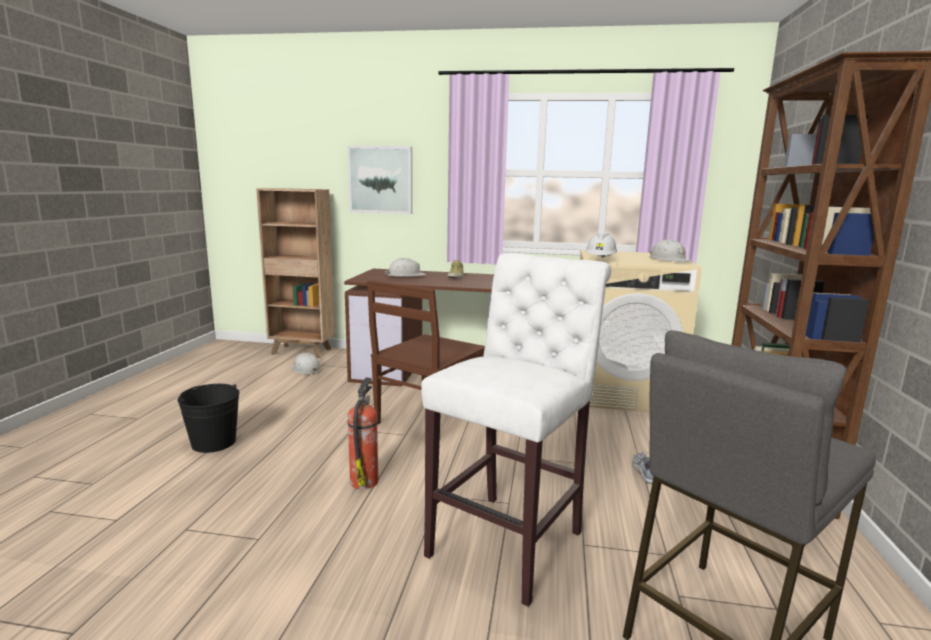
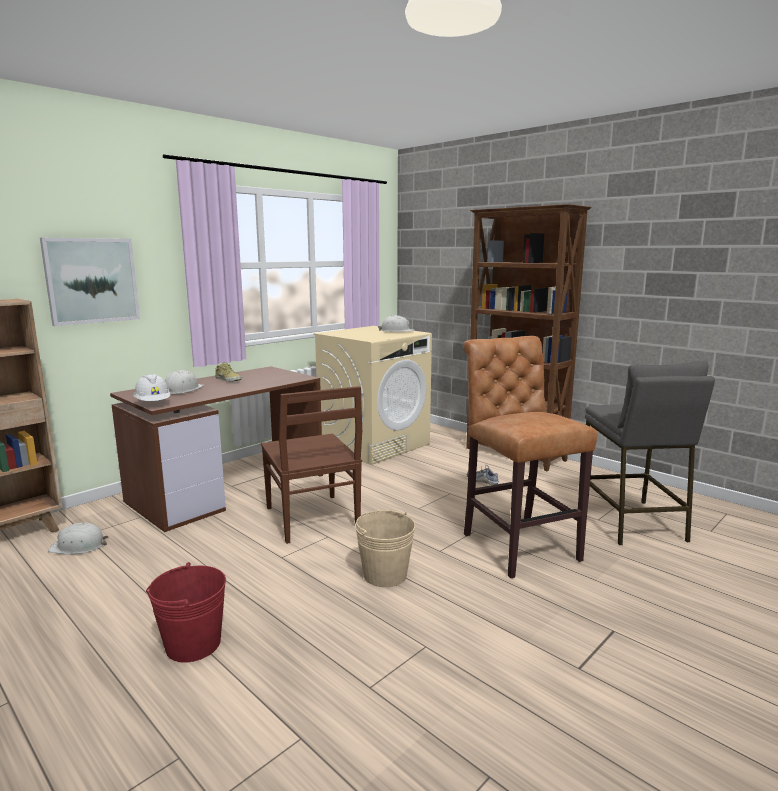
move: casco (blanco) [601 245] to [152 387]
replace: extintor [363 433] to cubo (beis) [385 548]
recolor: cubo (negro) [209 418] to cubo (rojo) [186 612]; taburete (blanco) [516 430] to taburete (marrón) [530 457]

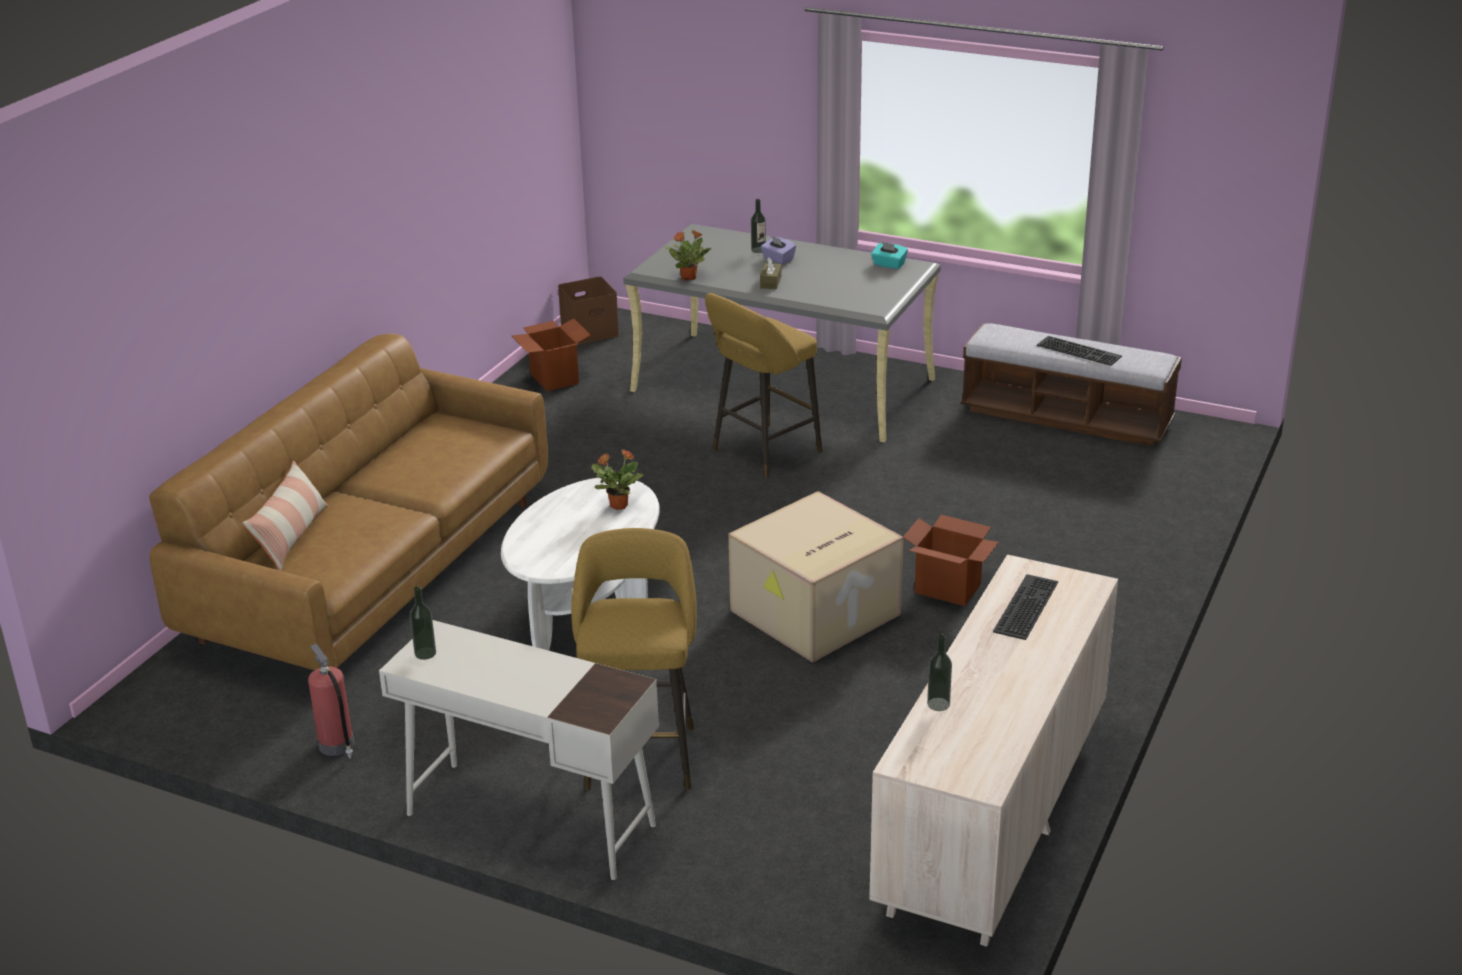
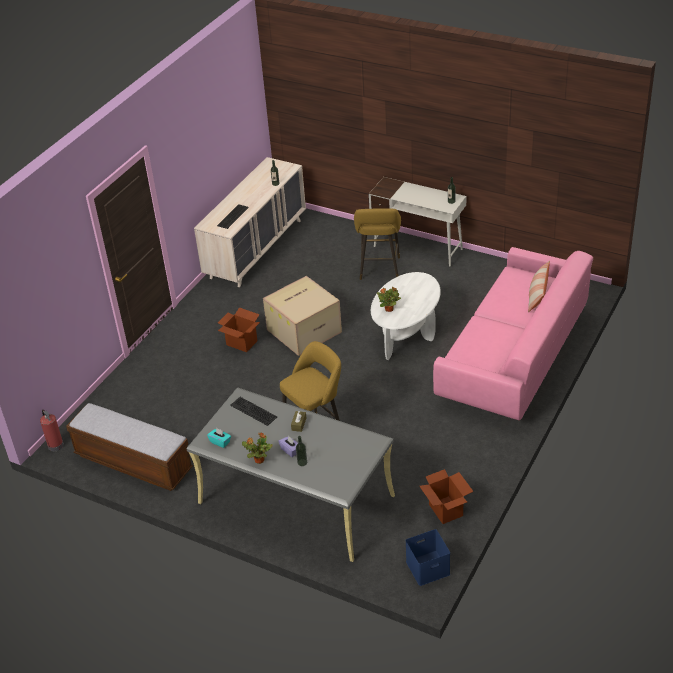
move: extintor [331 701] to [52 430]; teclado [1079 351] to [253 411]; planta en maceta [687 255] to [257 448]
recolor: caja de almacenaje (marrón) [588 310] to caja de almacenaje (azul) [427 557]; sofá (marrón) [348 502] to sofá (rosa) [513 334]

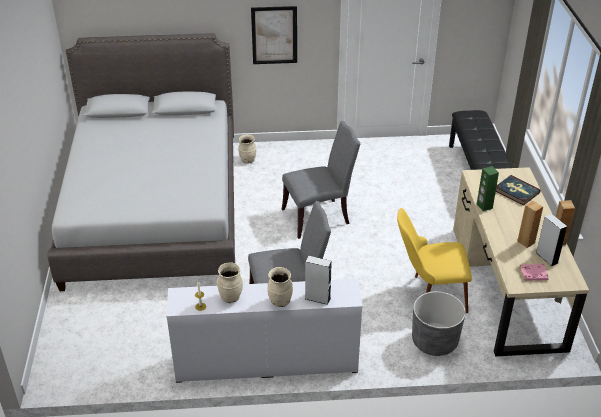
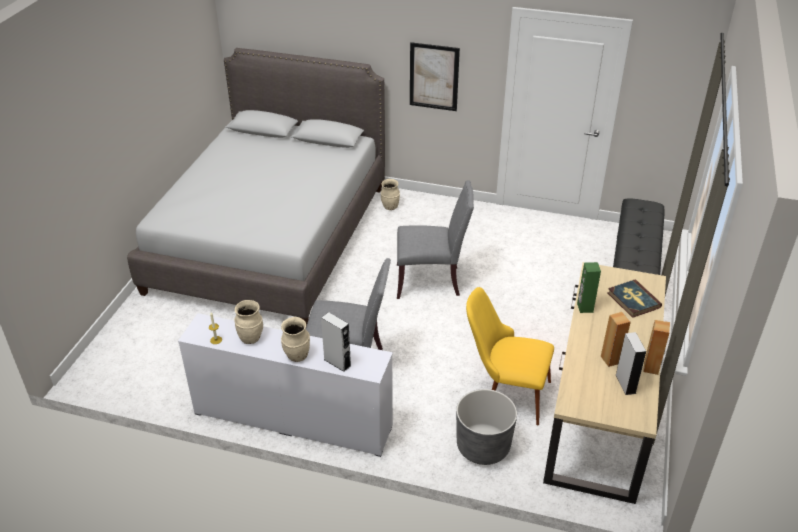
delete: libro (rosa) [534 272]

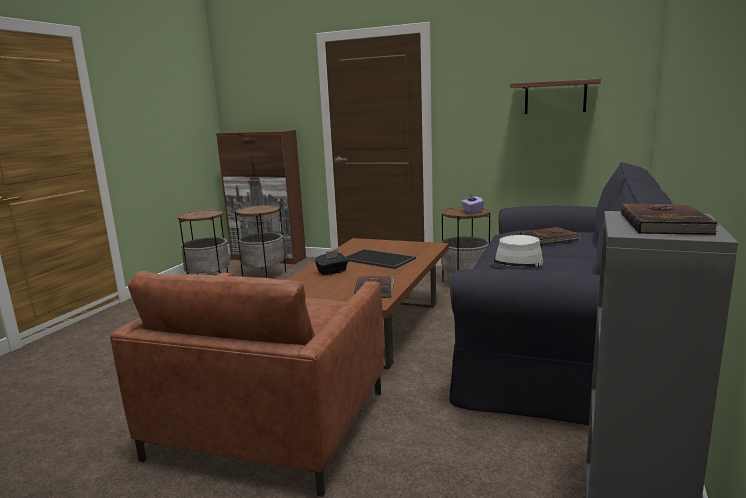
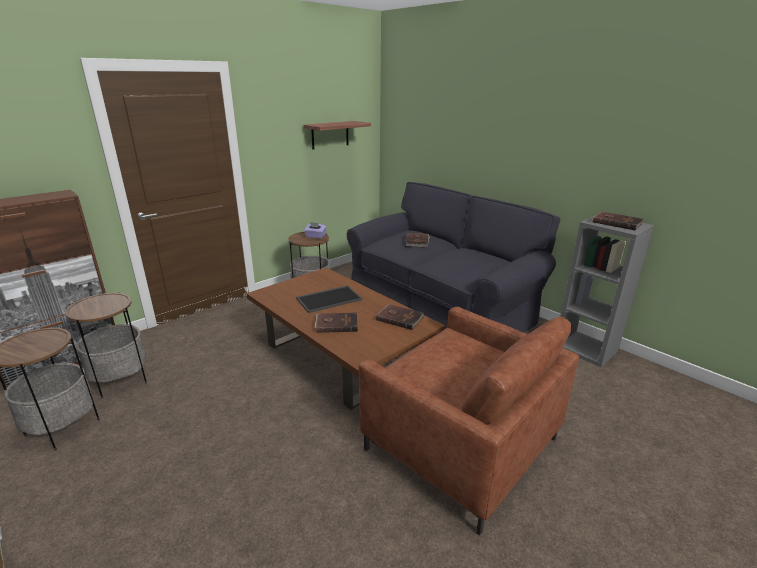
delete: sombrero (gris) [516 252]
replace: caja de pañuelos (negro) [331 263] to libro (marrón) [336 323]

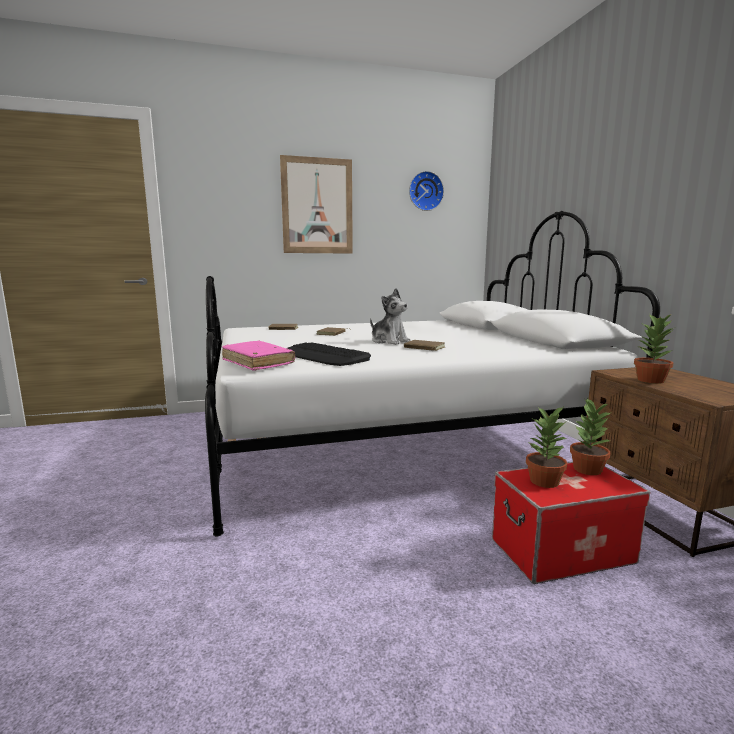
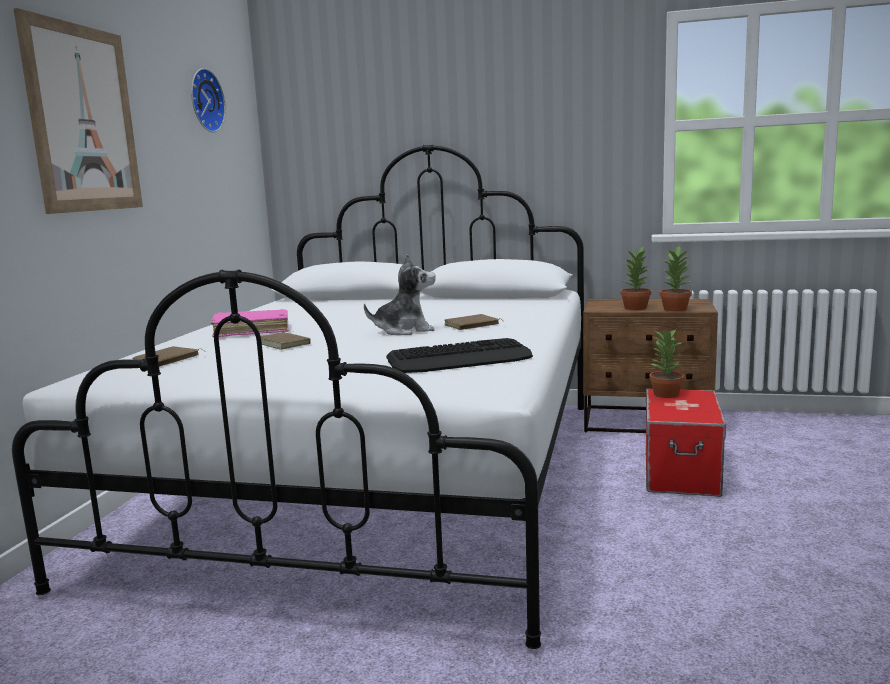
move: libro (rosa) [258 356] to [250 323]; planta en maceta [546 447] to [676 279]

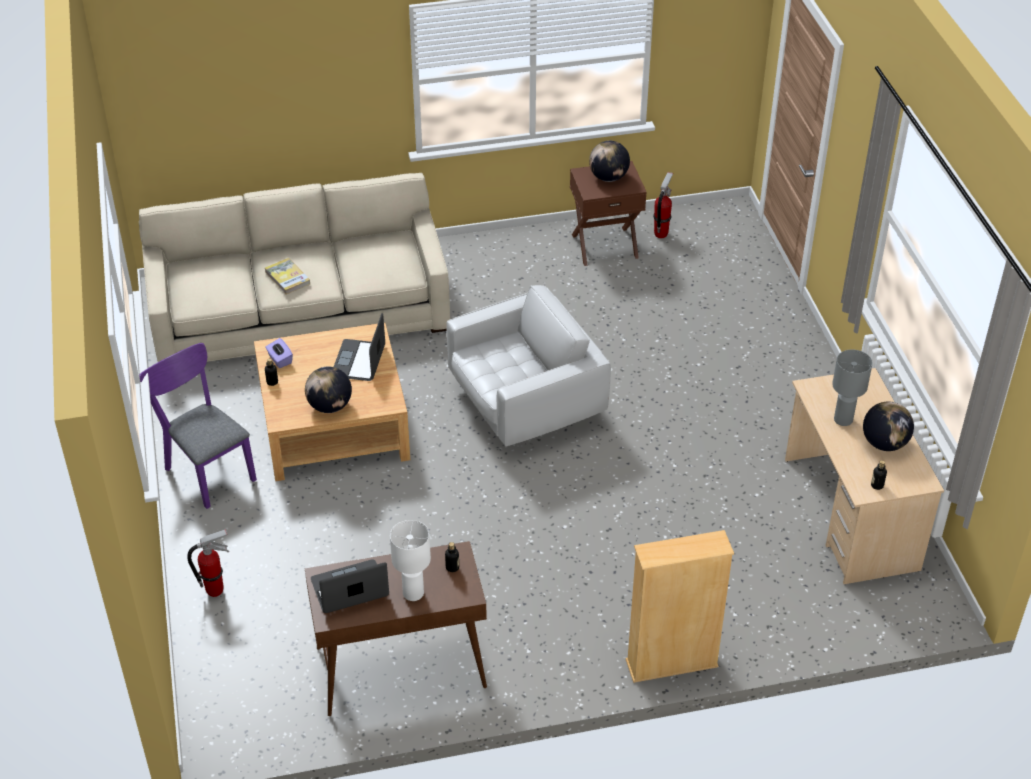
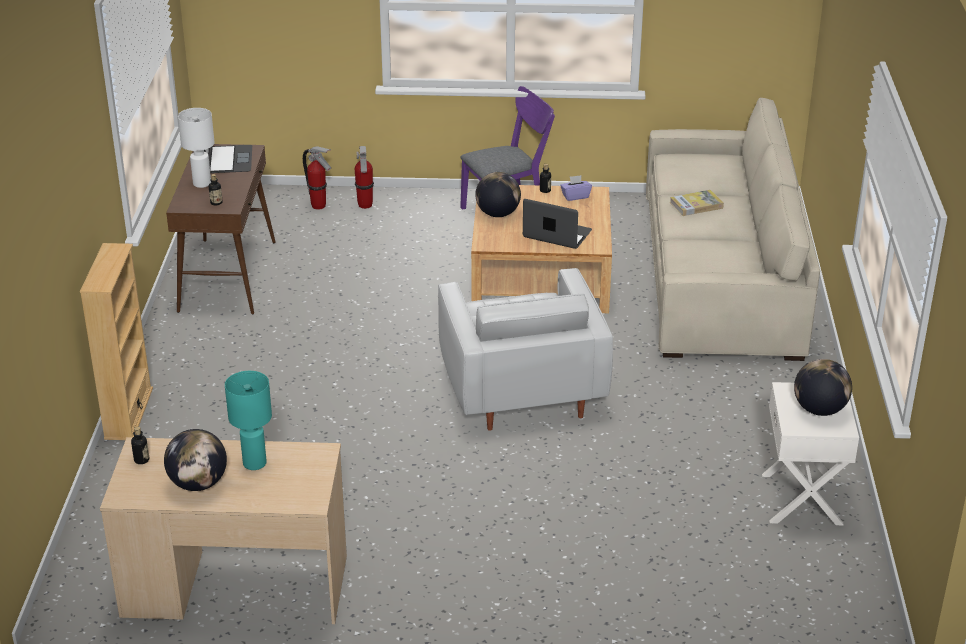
move: extintor [663 205] to [317 178]
recolor: lámpara de mesa (gris) [852 387] to lámpara de mesa (turquesa) [248 420]; mesita de noche (marrón) [608 213] to mesita de noche (blanco) [810 453]

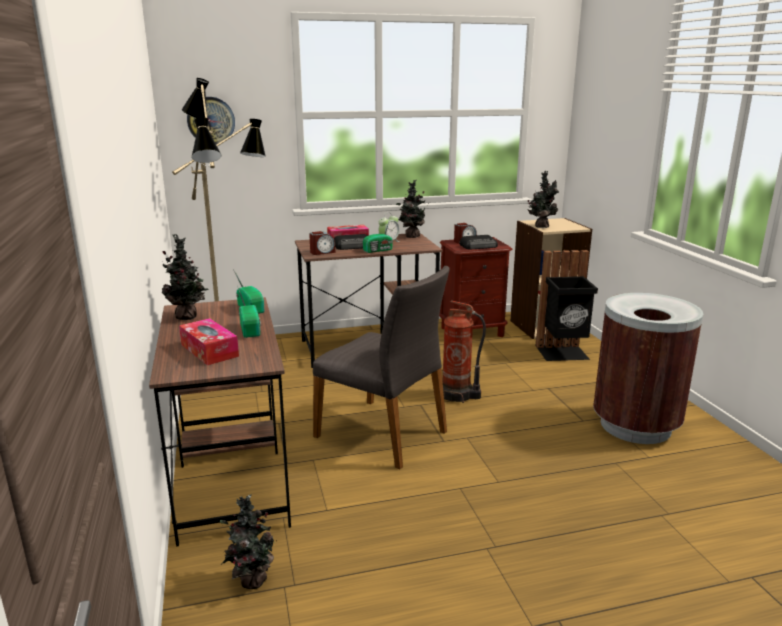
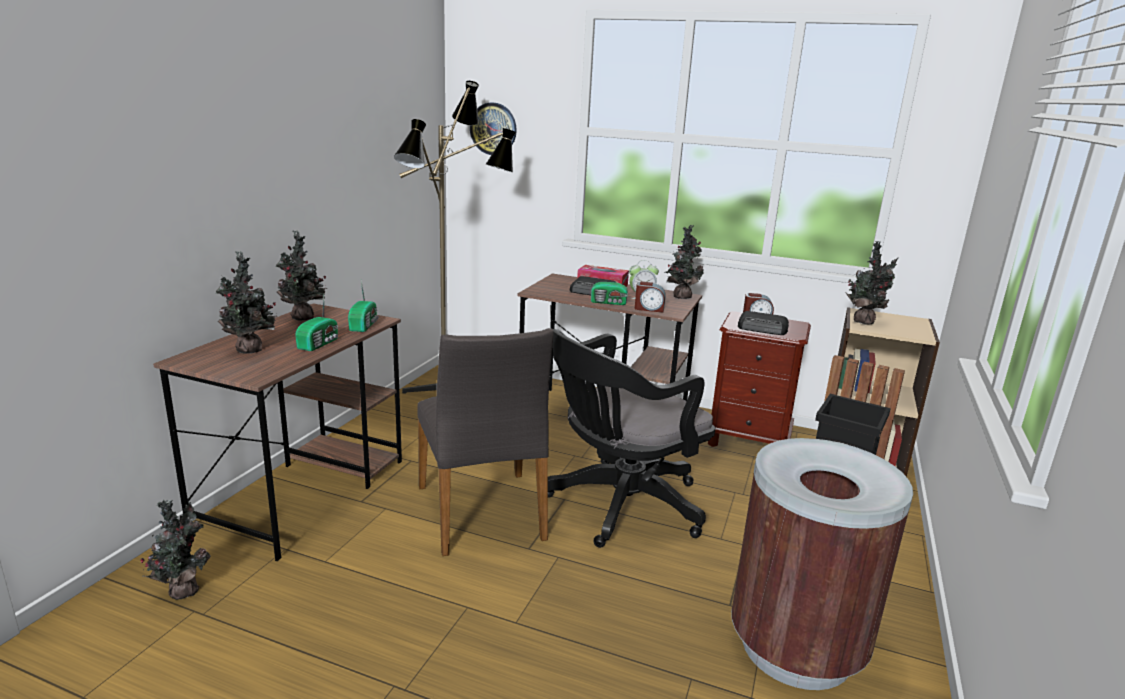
move: despertador [322 243] to [650 297]
replace: caja de pañuelos [209 341] to planta en maceta [247 302]; extintor [464 352] to silla de oficina (negro) [631 438]

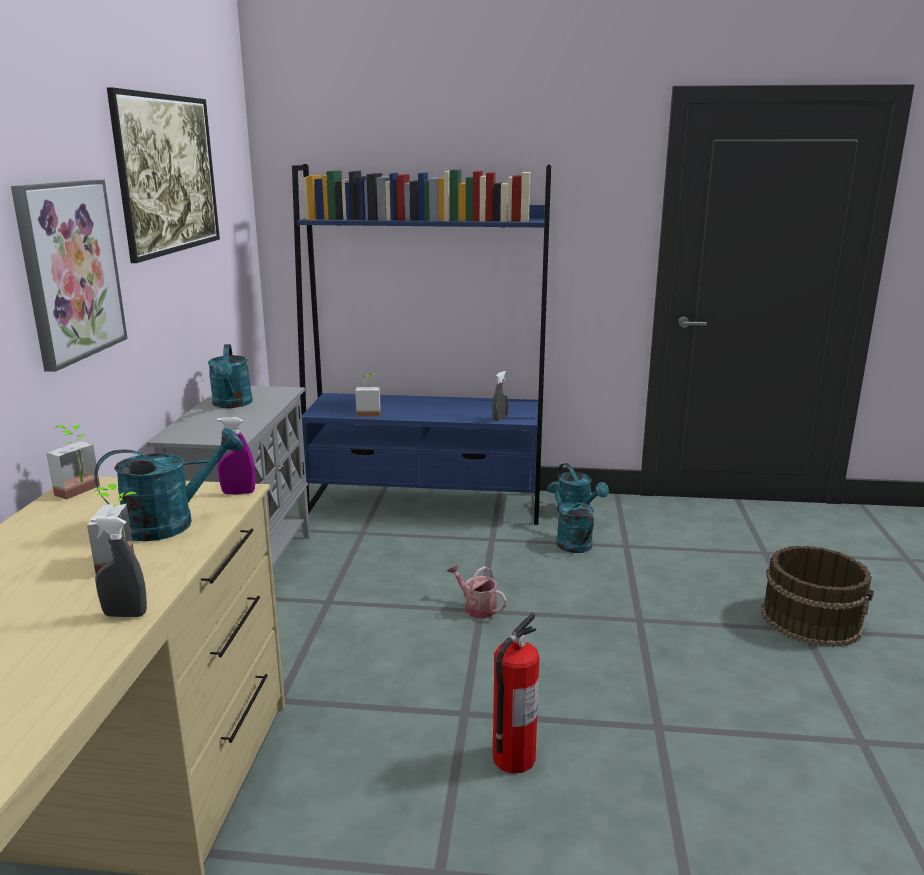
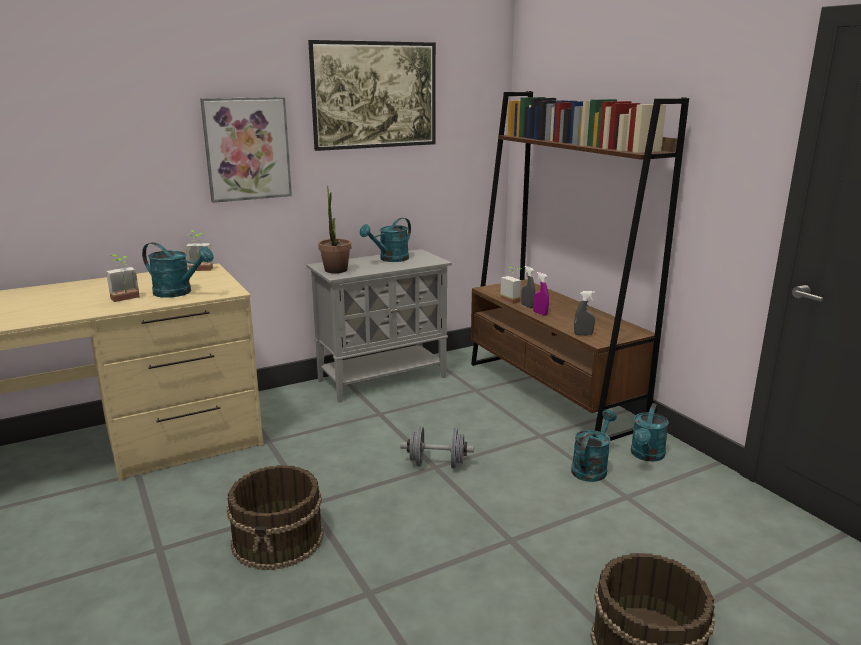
insert: planta en maceta [334 229]
move: pulverizador (gris) [119 567] to [528 287]; pulverizador (morado) [236 456] to [541 294]
replace: extintor [516 693] to cubo (marrón) [275 517]; regadera [477 591] to mancuerna (gris) [437 447]
recolor: estantería (azul) [421 344] to estantería (marrón) [580 266]

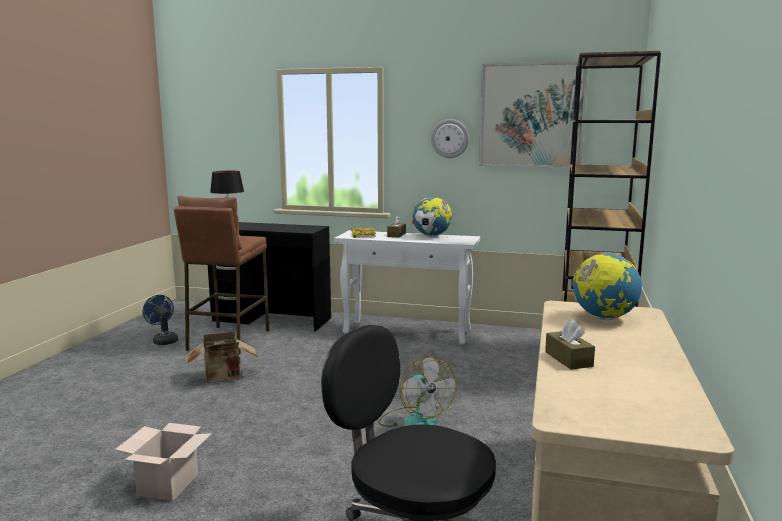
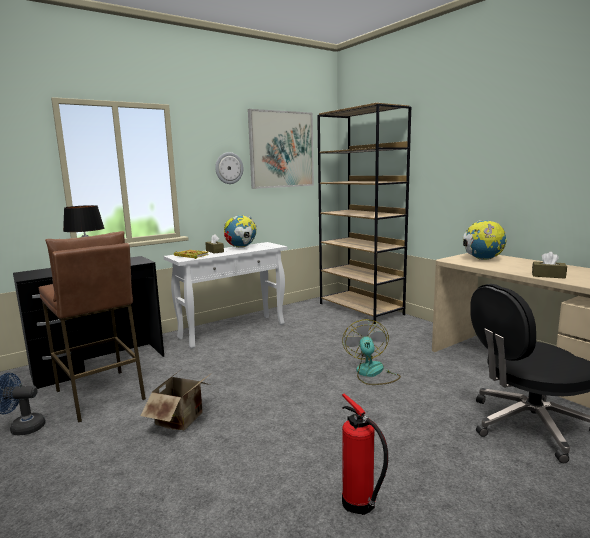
replace: caja de cartón [163 462] to extintor [365 454]
rotate: ventilador [417 391] = [371 352] 105 degrees counterclockwise

